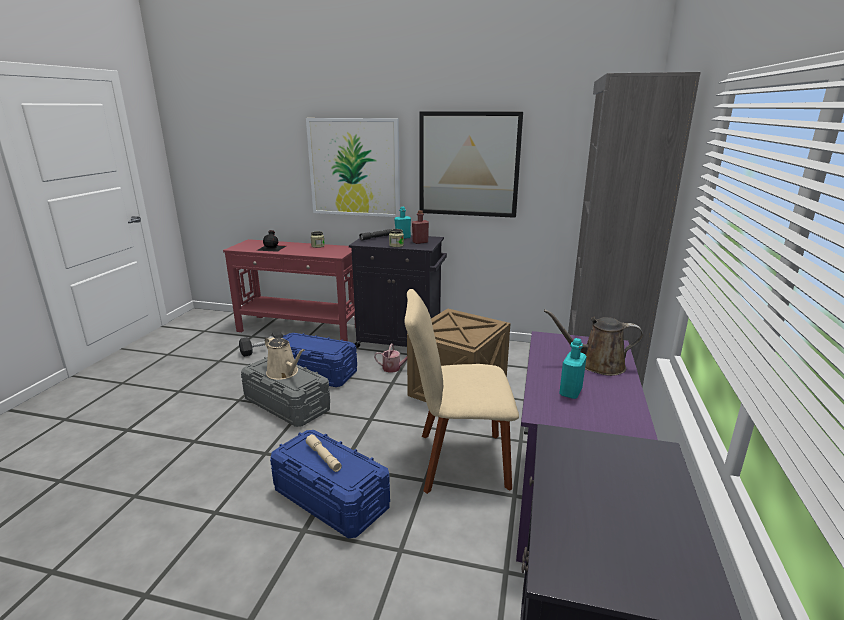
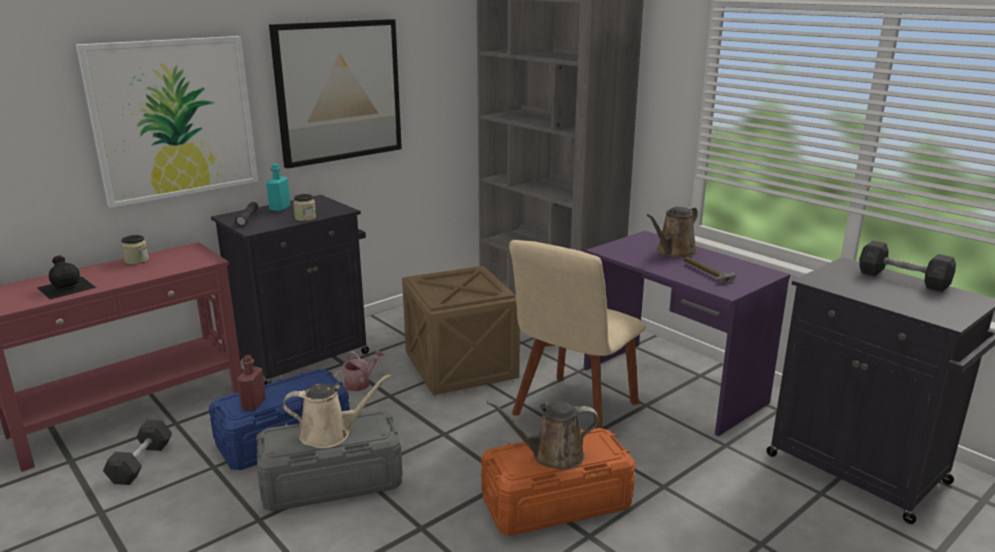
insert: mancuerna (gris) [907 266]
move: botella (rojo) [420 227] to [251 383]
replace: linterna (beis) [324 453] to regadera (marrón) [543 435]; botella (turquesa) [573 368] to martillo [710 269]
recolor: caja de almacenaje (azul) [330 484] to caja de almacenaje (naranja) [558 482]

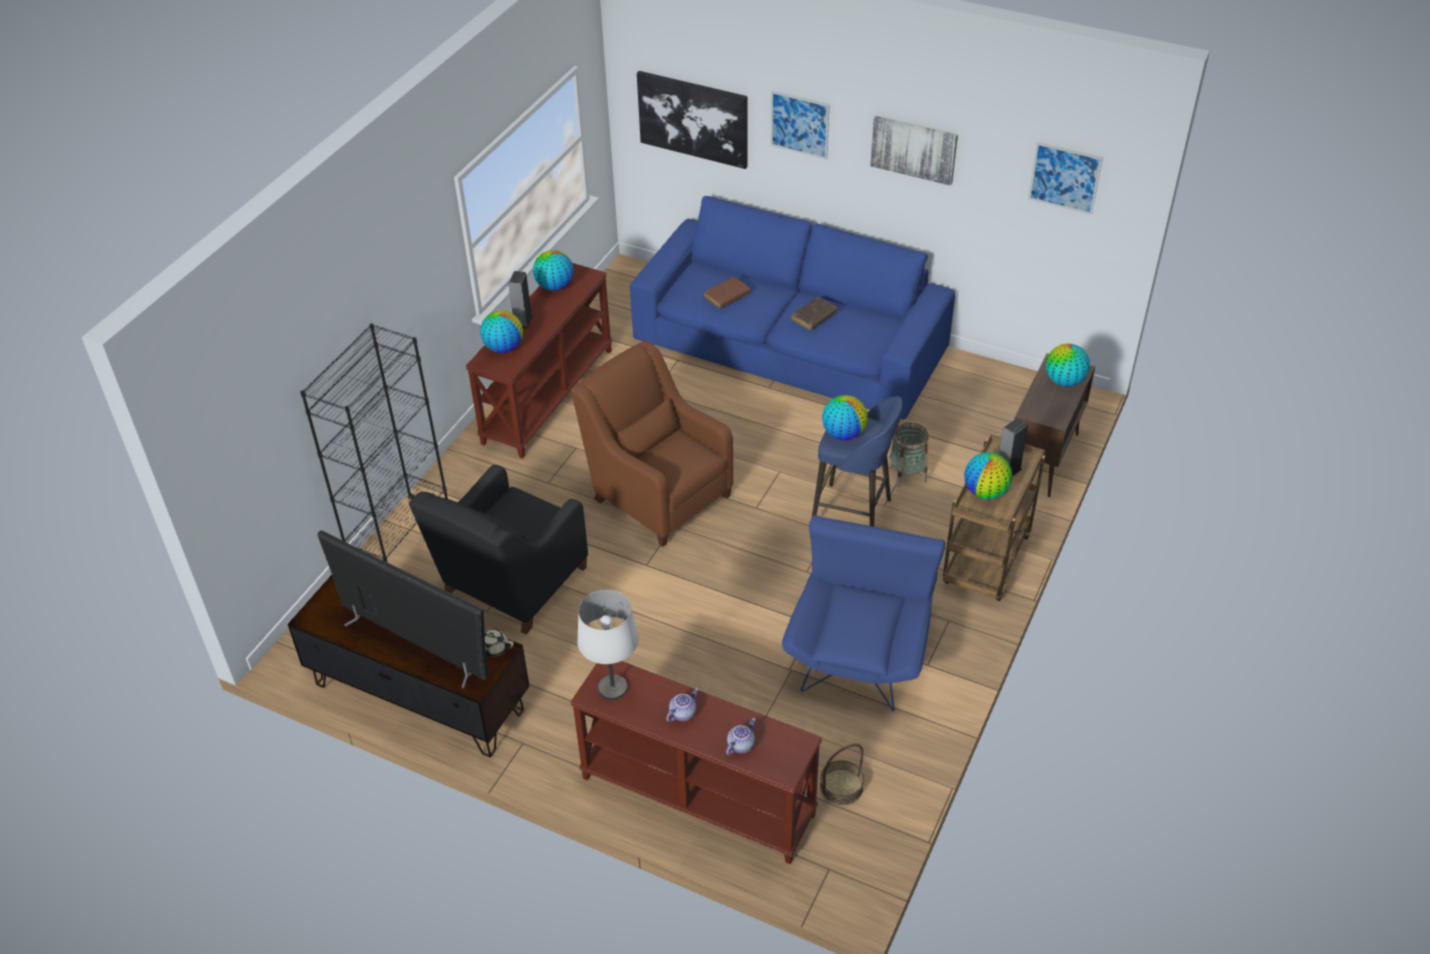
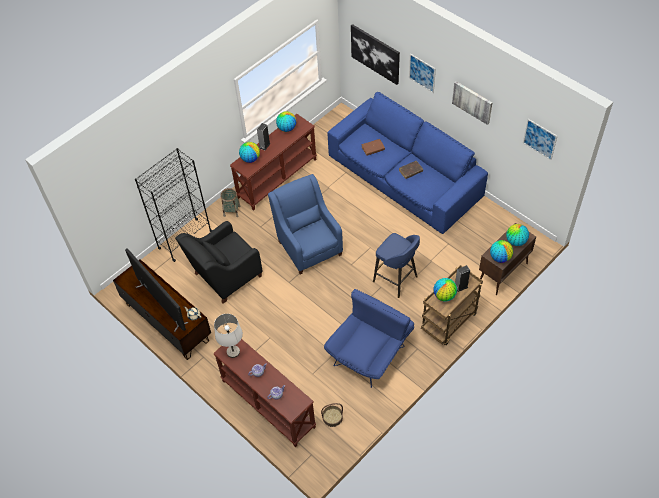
move: cesta [908 455] to [230 202]; globo terráqueo [845 418] to [501 251]
recolor: sillón (marrón) [652 443] to sillón (azul) [305 224]

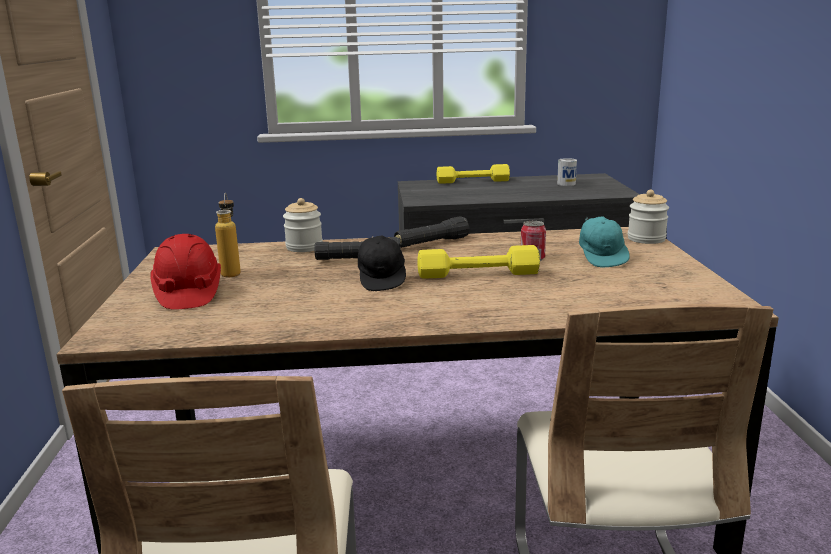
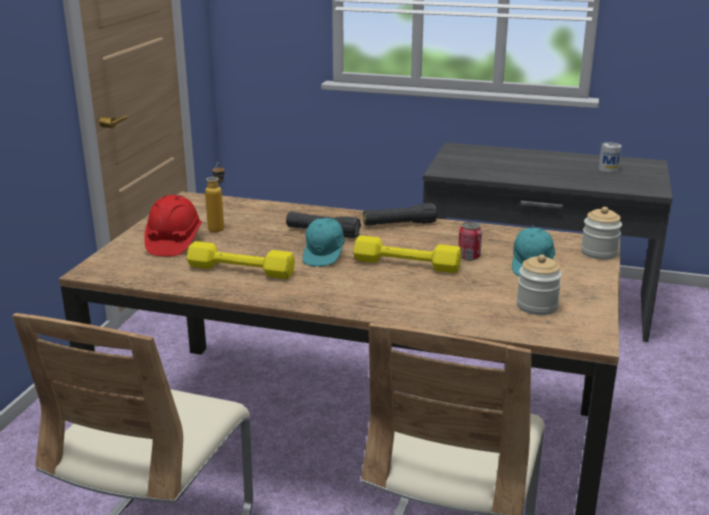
move: mancuerna (amarillo) [473 174] to [241 260]; tarro [303 225] to [539 285]
recolor: gorra (negro) [382 263] to gorra (turquesa) [323 241]

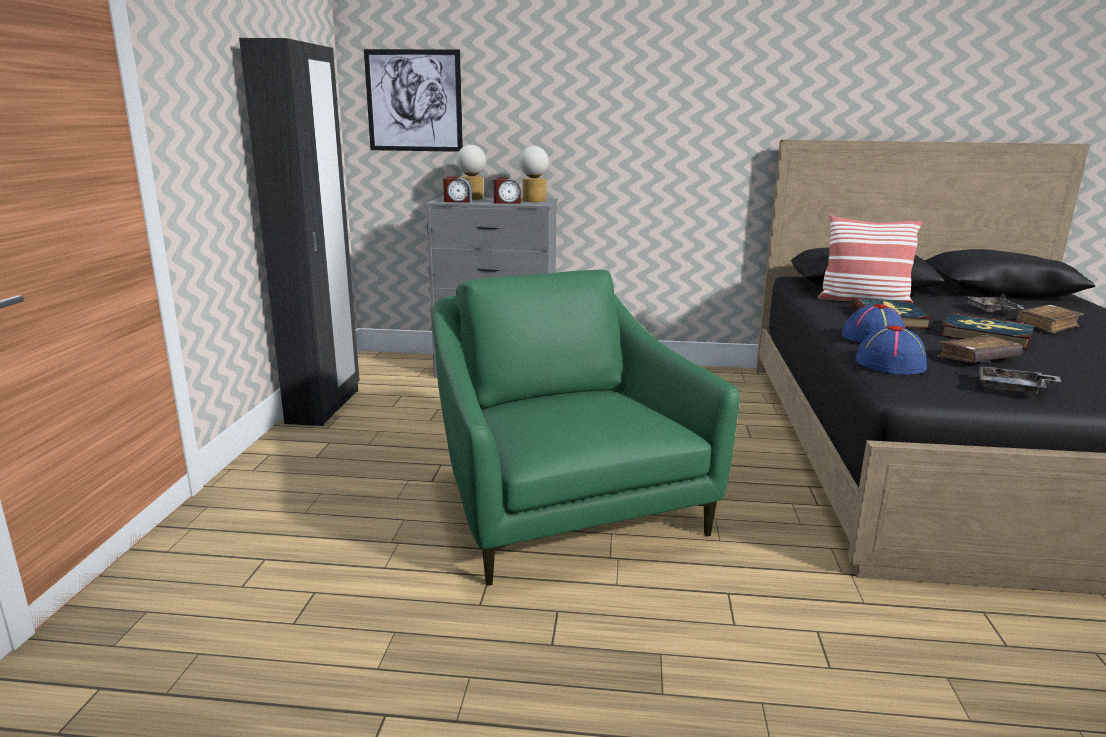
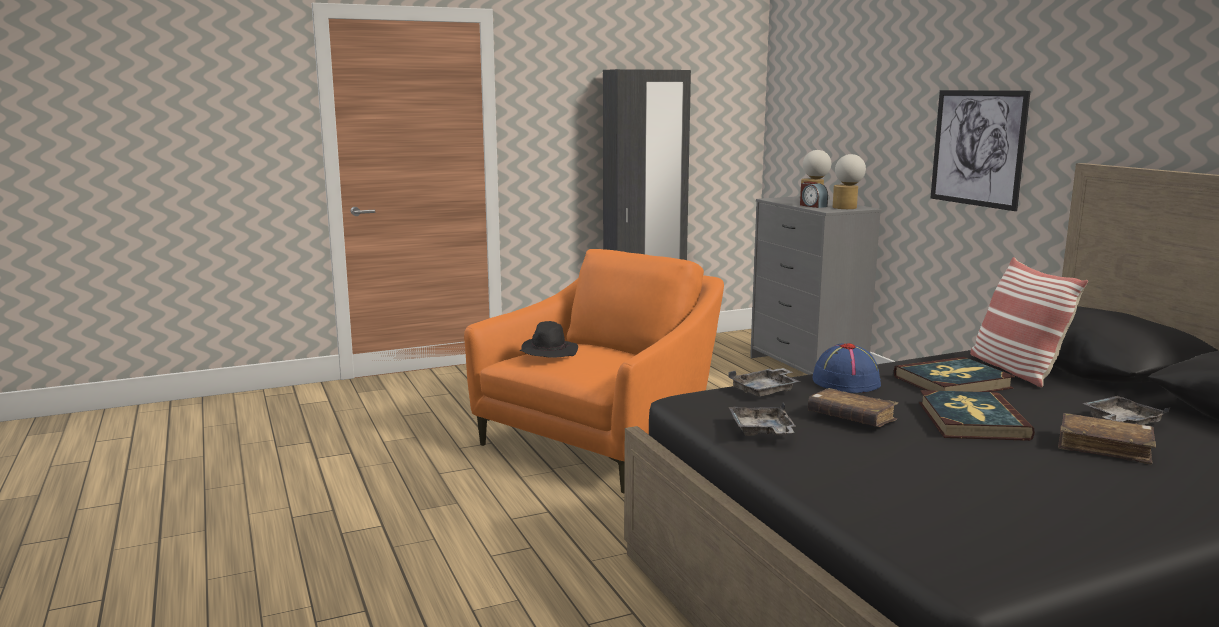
delete: despertador [457 189]
insert: sombrero (negro) [549 339]
move: cuadro [413 100] to [980 150]
replace: sombrero (azul) [891 350] to bandeja (gris) [764 382]
recolor: sillón (verde) [586 428] to sillón (naranja) [594 371]

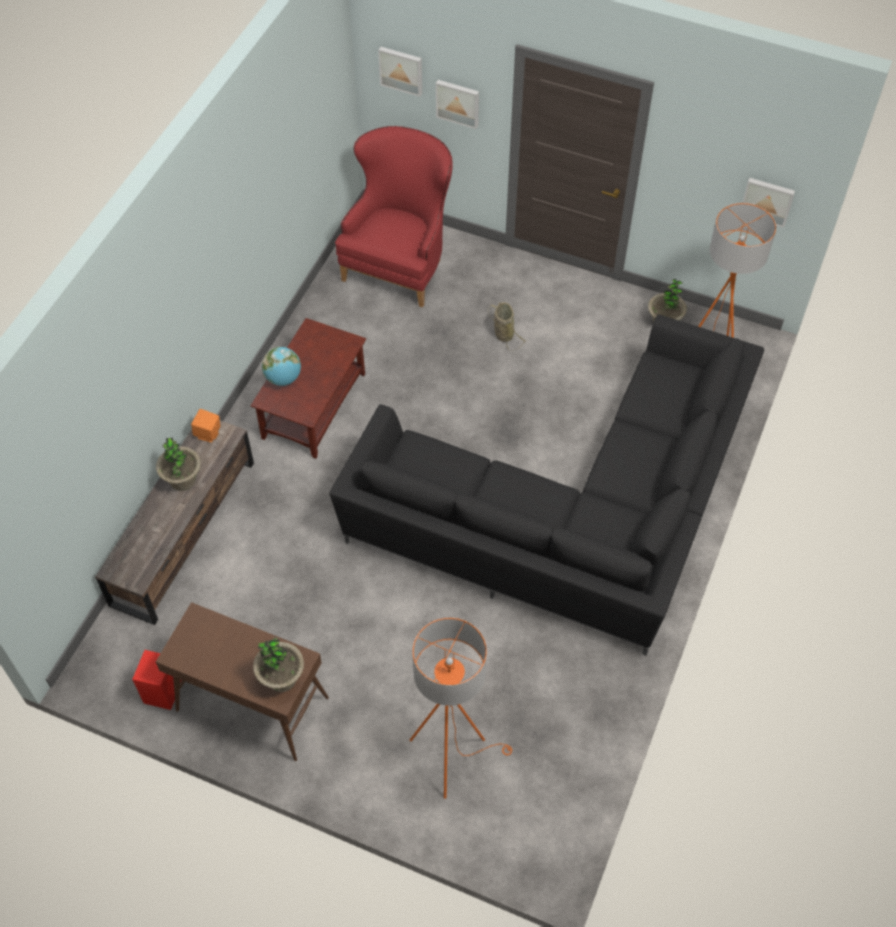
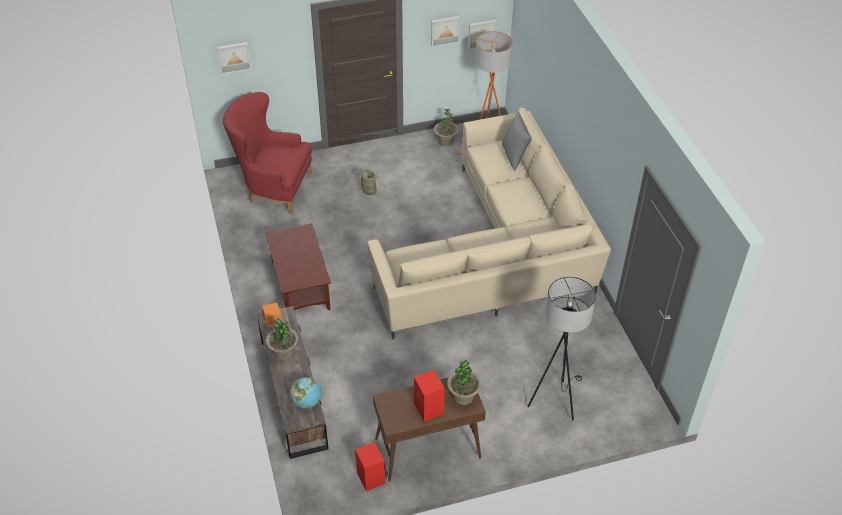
insert: altavoz (rojo) [429 396]; cojín (gris) [517 141]
move: globo terráqueo [281 366] to [305 393]; cuadro [457 104] to [445 31]
recolor: sofá (negro) [546 485] to sofá (beis) [489 224]; lámpara de pie (naranja) [461 708] to lámpara de pie (negro) [561 349]
rotate: sillón (rojo) [394 217] = [267 153] 60 degrees counterclockwise

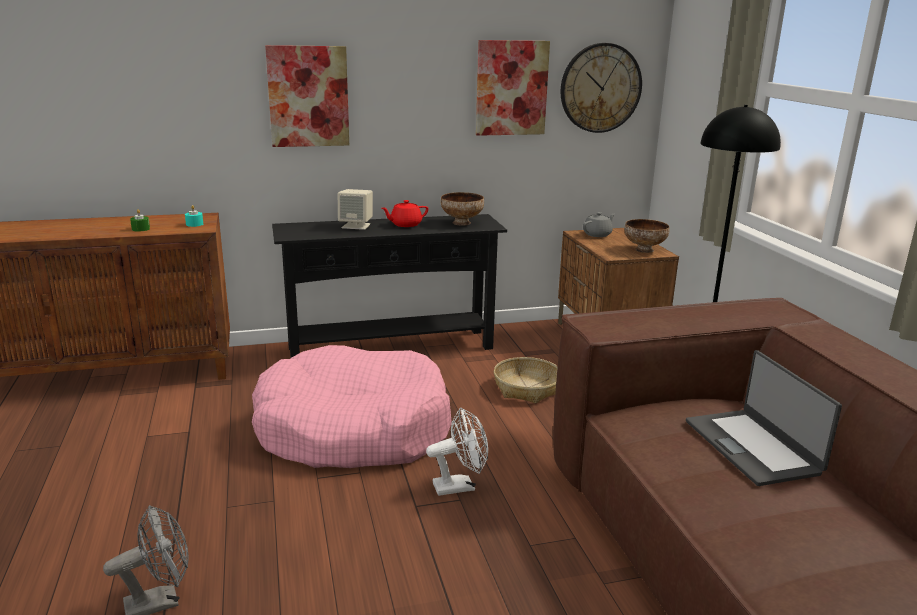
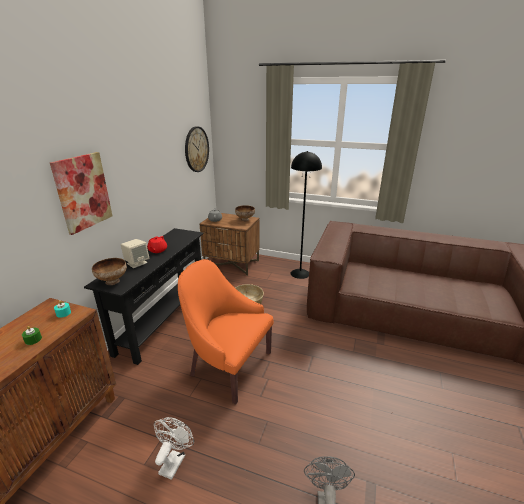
delete: cuadro [513 88]; portátil [764 418]
move: cuenco [462 209] to [109 271]; ventilador (blanco) [457 452] to [174 448]
replace: cama para perro (rosa) [352 406] to sillón (naranja) [226 332]

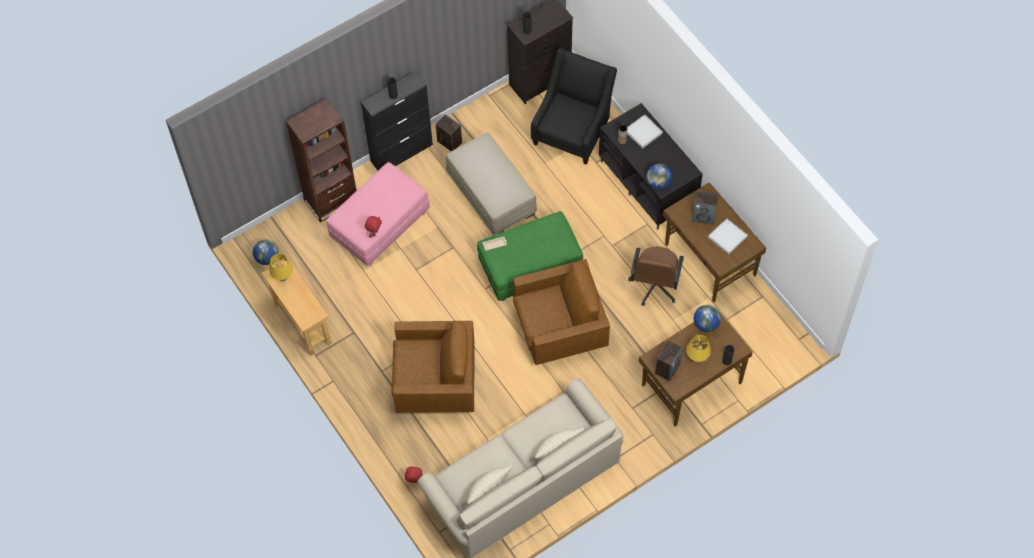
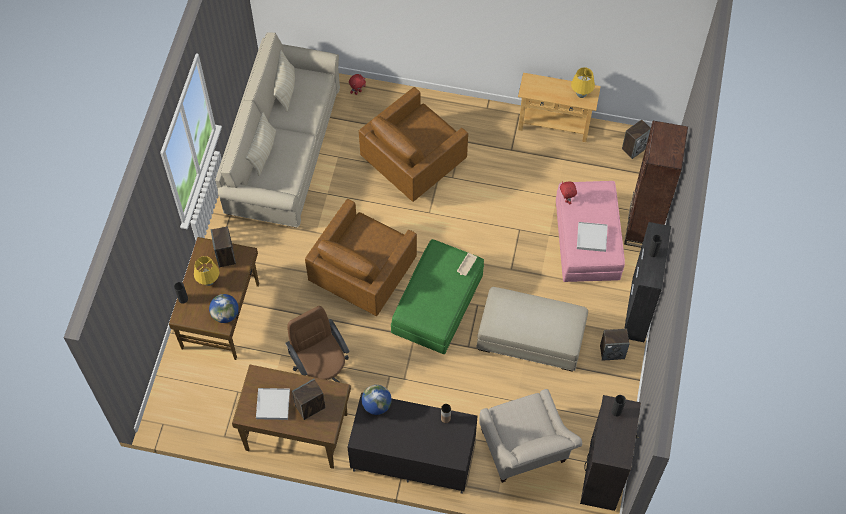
move: bandeja (blanco) [645 131] to [592 237]
replace: globo terráqueo [266 252] to altavoz [636 139]
recolor: sillón (negro) [574 106] to sillón (beis) [530 436]

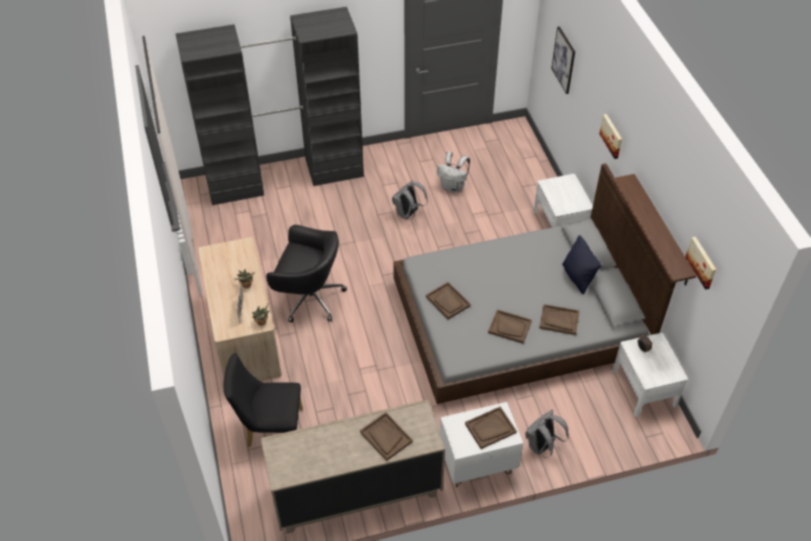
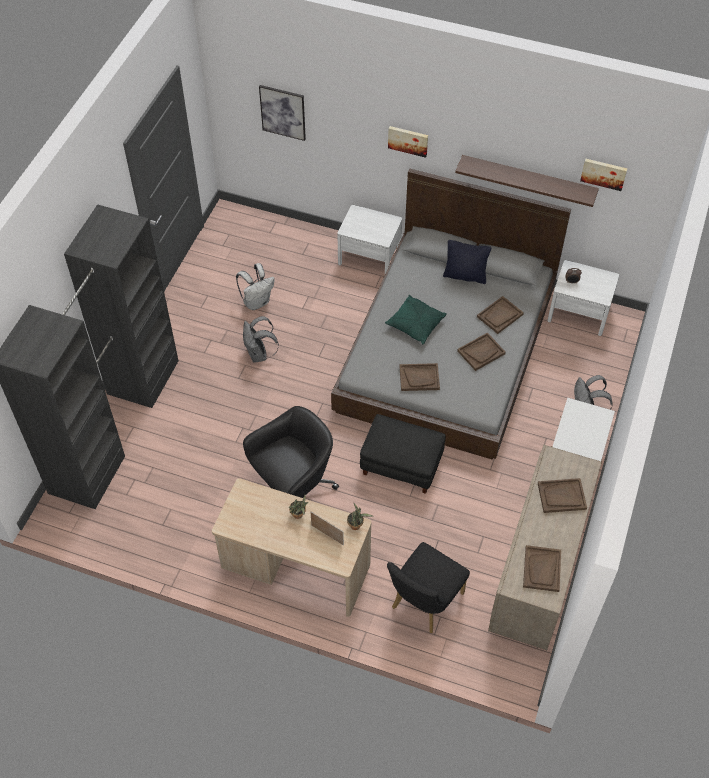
insert: puf (negro) [403 454]; cojín (verde) [416 319]
move: bandeja (marrón) [491 428] to [542 568]

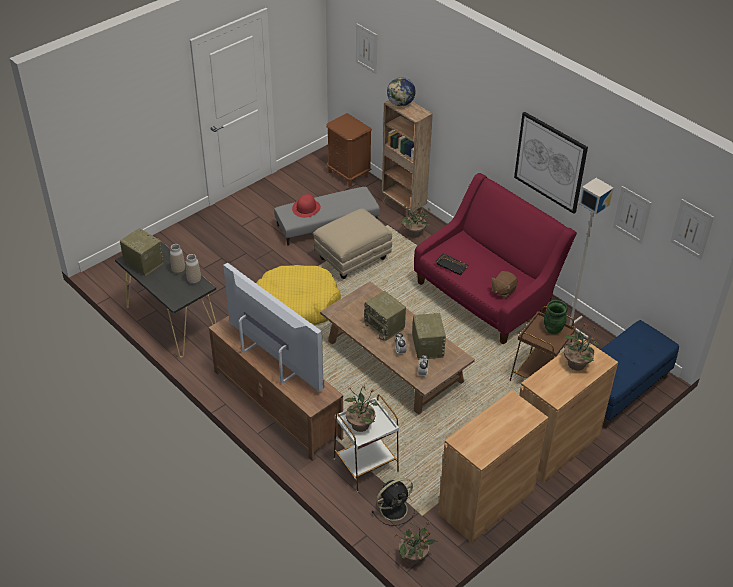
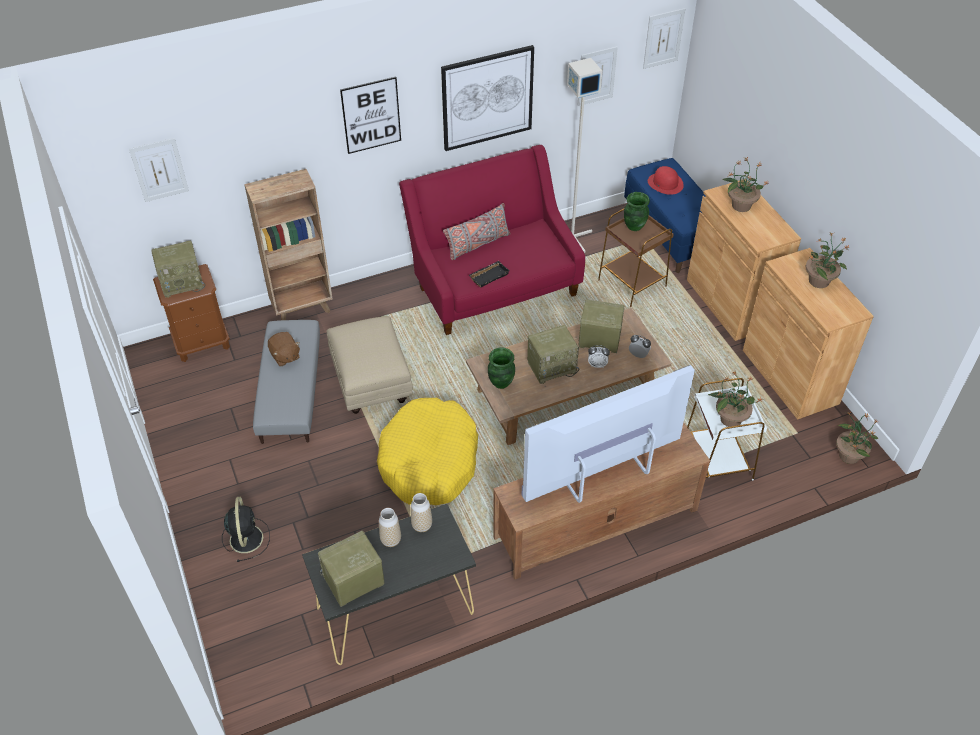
delete: globo terráqueo [401 91]
insert: radio [178 269]; cuadro [370 115]; cojín (gris) [476 231]; florero (verde) [501 368]
move: ventilador (negro) [393 502] to [246 529]; peluche (marrón) [504 285] to [284 349]; sombrero (rojo) [306 206] to [666 180]; planta en maceta [416 220] to [827 260]

